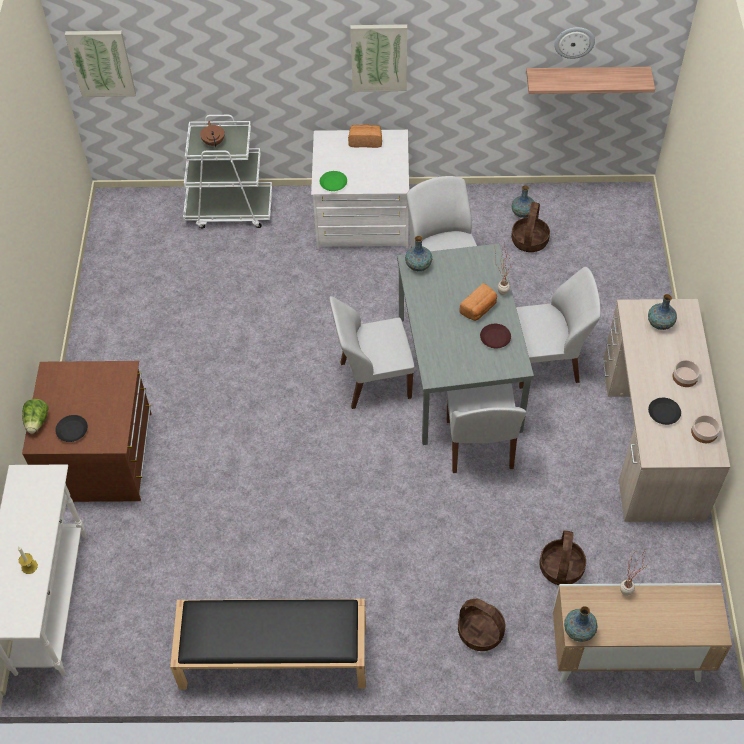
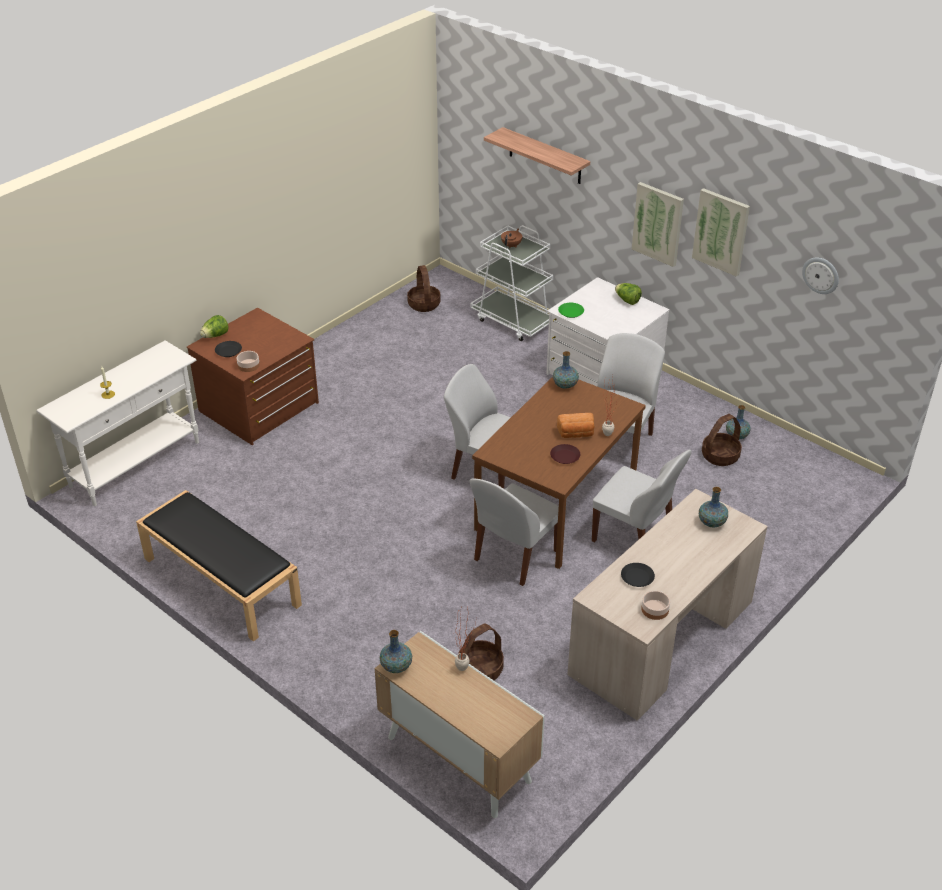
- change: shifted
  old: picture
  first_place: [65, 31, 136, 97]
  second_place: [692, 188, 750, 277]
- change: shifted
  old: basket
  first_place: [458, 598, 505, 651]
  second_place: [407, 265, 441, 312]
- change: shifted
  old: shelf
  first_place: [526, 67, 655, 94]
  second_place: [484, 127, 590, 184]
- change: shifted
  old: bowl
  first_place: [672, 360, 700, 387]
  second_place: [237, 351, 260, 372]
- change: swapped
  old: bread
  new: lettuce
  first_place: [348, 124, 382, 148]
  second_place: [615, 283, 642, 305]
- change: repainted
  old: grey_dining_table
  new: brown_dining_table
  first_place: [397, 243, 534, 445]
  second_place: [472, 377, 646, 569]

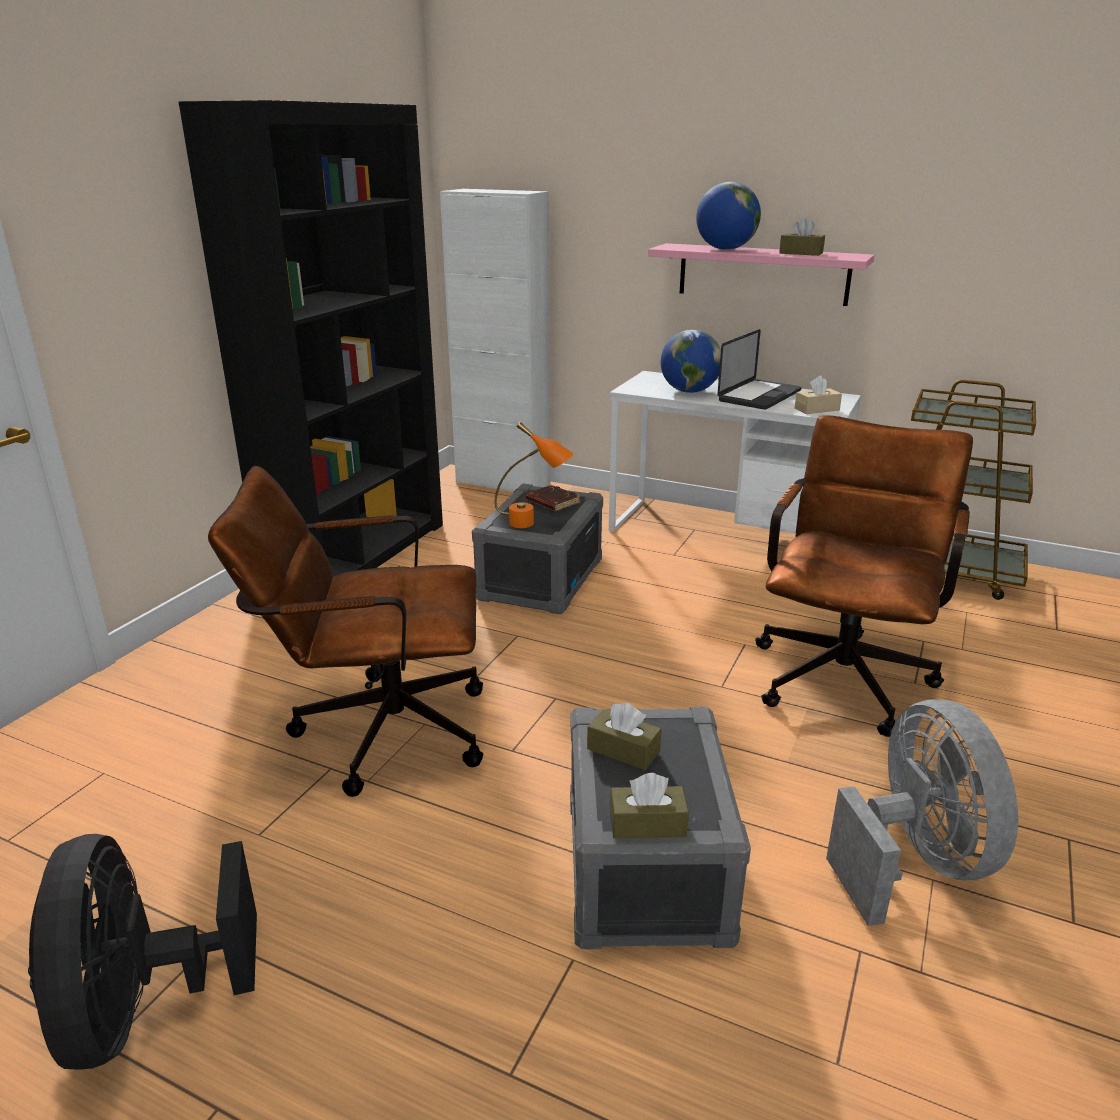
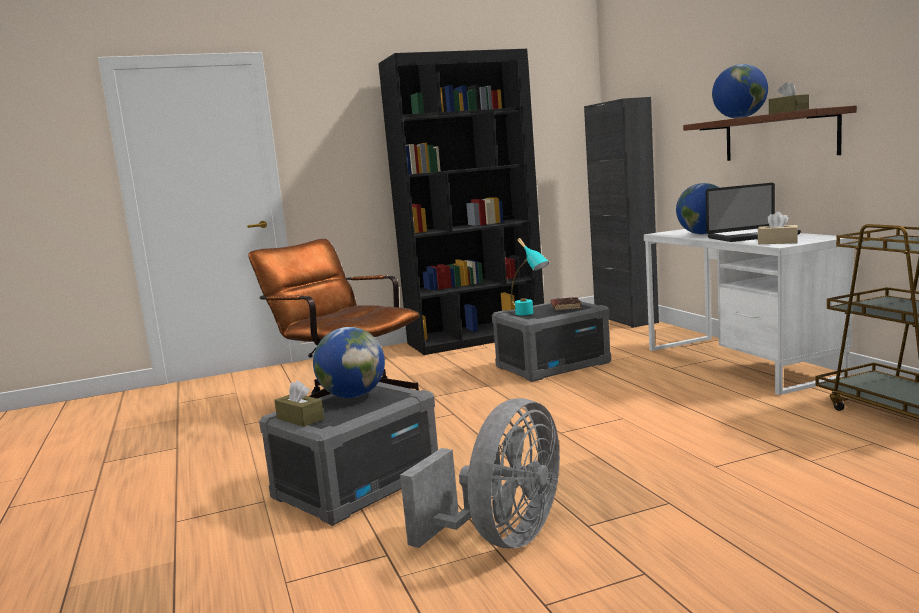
- change: gone
  old: black_fan
  first_place: [28, 834, 257, 1069]
- change: gone
  old: brown_office_chair
  first_place: [755, 415, 973, 737]
- change: swapped
  old: brown_tissue_box
  new: globe
  first_place: [587, 703, 661, 770]
  second_place: [313, 327, 385, 398]
- change: repainted
  old: white_cabinet
  new: black_cabinet
  first_place: [440, 189, 550, 492]
  second_place: [584, 97, 659, 328]
- change: repainted
  old: orange_table_lamp
  new: turquoise_table_lamp
  first_place: [495, 422, 573, 528]
  second_place: [511, 238, 549, 315]
- change: repainted
  old: pink_shelf
  new: brown_shelf
  first_place: [648, 243, 875, 306]
  second_place: [683, 105, 857, 161]

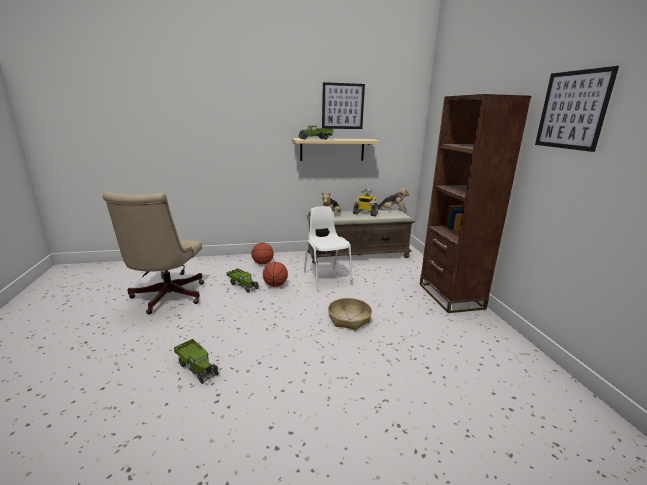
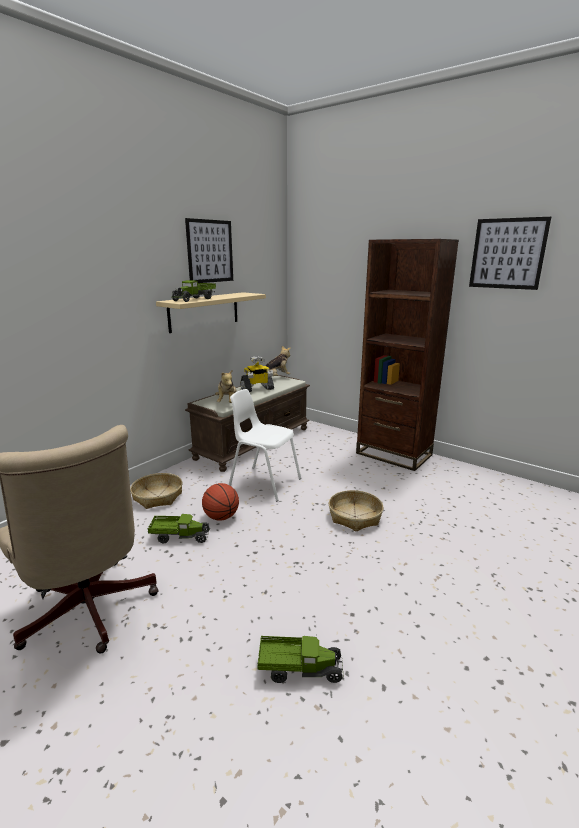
- change: swapped
  old: basketball
  new: basket
  first_place: [252, 243, 274, 264]
  second_place: [130, 473, 182, 509]

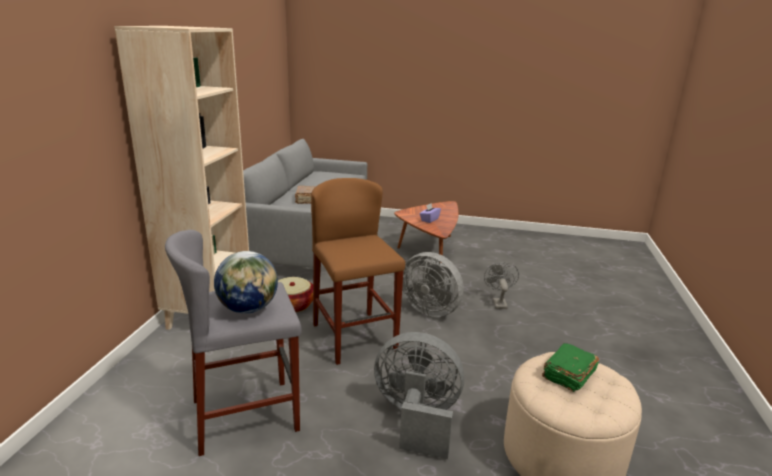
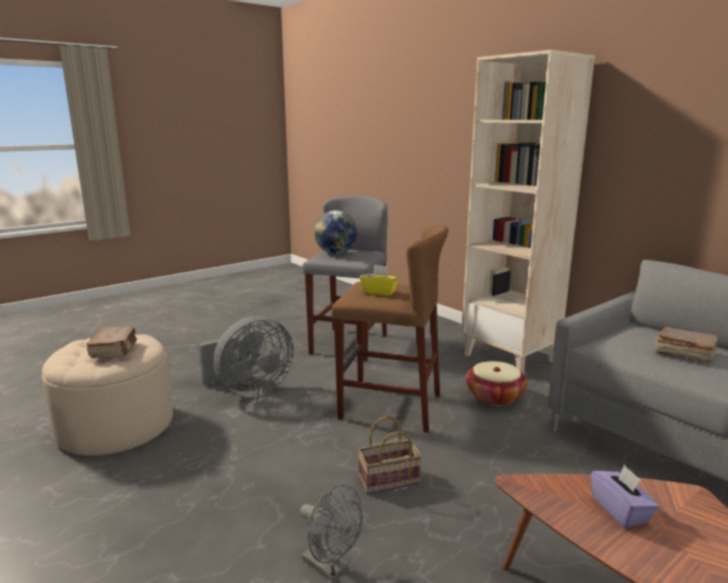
- change: new
  new: yellow_tissue_box
  second_place: [360, 265, 399, 296]
- change: swapped
  old: grey_fan
  new: basket
  first_place: [402, 252, 464, 317]
  second_place: [358, 416, 422, 494]
- change: repainted
  old: green_book
  new: brown_book
  first_place: [542, 343, 599, 392]
  second_place: [86, 326, 137, 358]

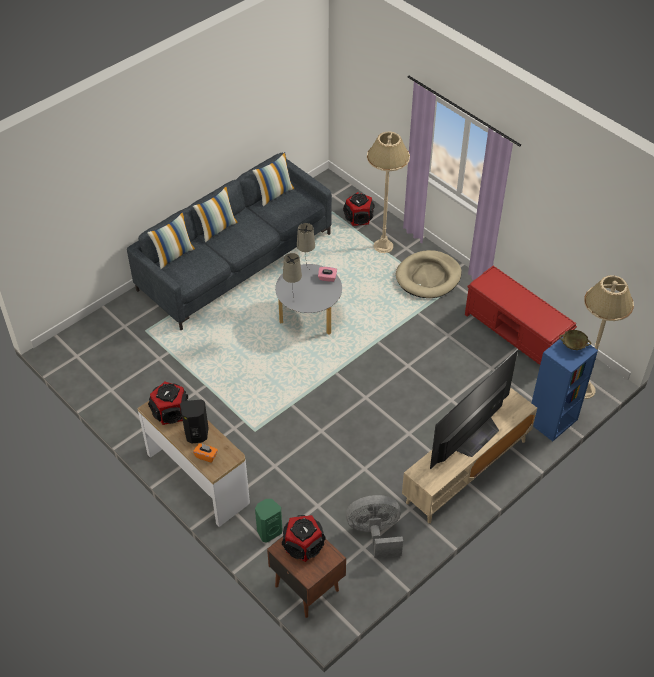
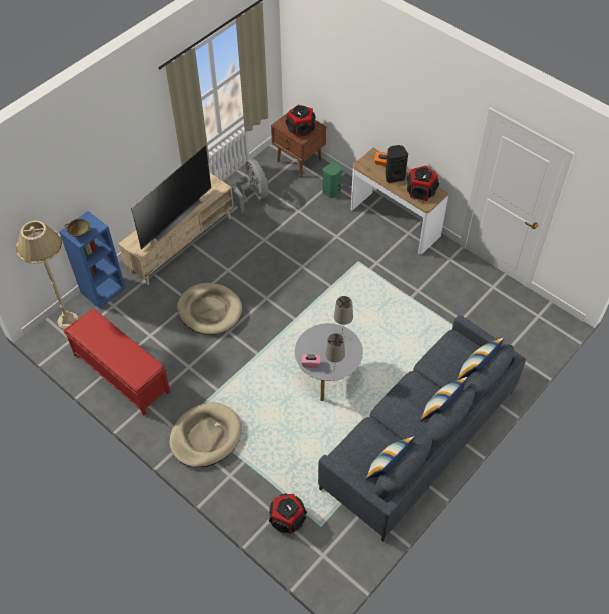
- change: gone
  old: beige_floor_lamp
  first_place: [367, 131, 410, 253]
- change: new
  new: beige_dog_bed
  second_place: [177, 283, 242, 335]
- change: rotated
  old: grey_fan
  first_place: [346, 495, 403, 558]
  second_place: [231, 159, 268, 213]
  degrees: -105

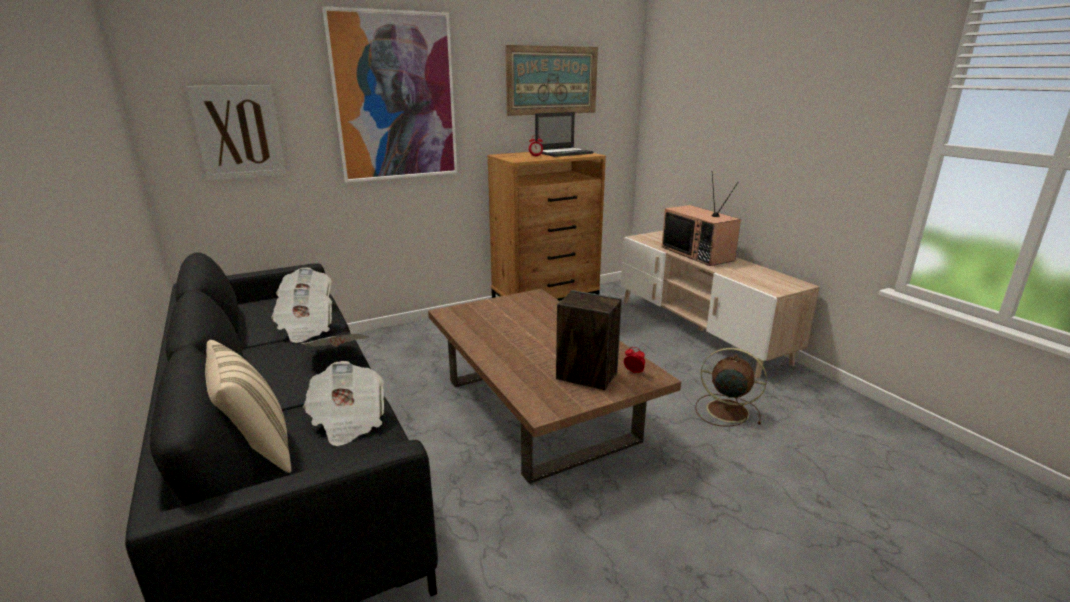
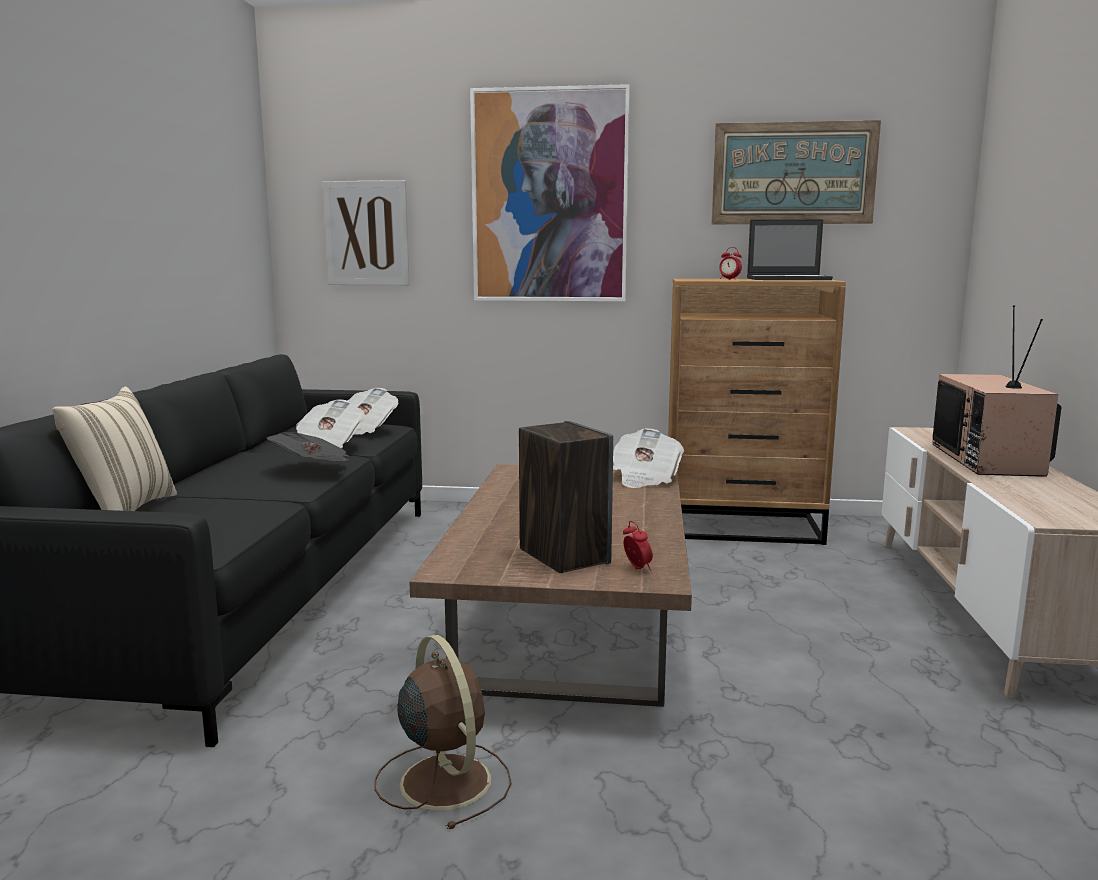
- change: shifted
  old: newspaper
  first_place: [303, 361, 384, 446]
  second_place: [613, 428, 684, 488]
- change: shifted
  old: brown_fan
  first_place: [695, 348, 767, 426]
  second_place: [375, 635, 512, 829]

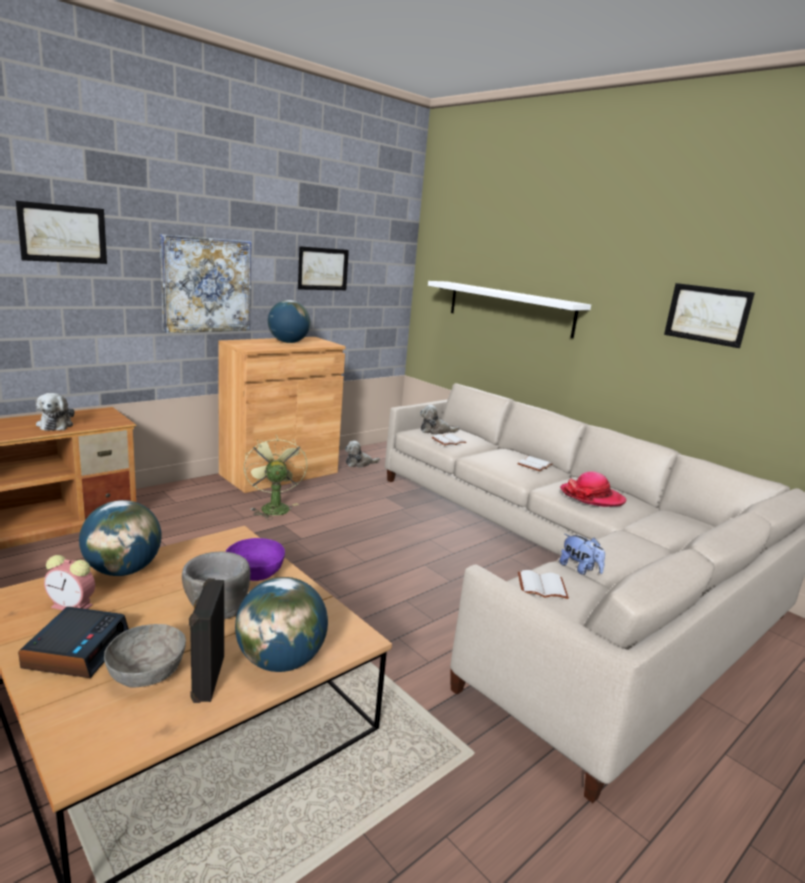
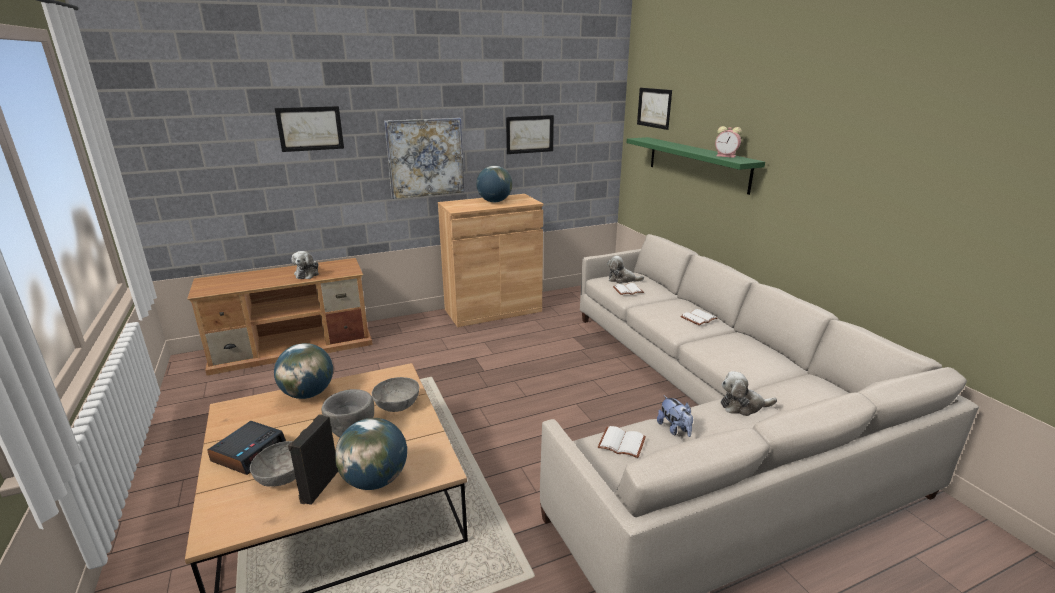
- change: gone
  old: green_fan
  first_place: [244, 435, 307, 520]
- change: gone
  old: hat
  first_place: [560, 471, 627, 507]
- change: shifted
  old: alarm_clock
  first_place: [44, 555, 95, 610]
  second_place: [715, 126, 742, 158]
- change: shifted
  old: plush_toy
  first_place: [345, 441, 380, 468]
  second_place: [721, 371, 777, 416]
- change: shifted
  old: picture
  first_place: [664, 283, 755, 348]
  second_place: [637, 88, 672, 130]
- change: repainted
  old: purple_bowl
  new: grey_bowl
  first_place: [225, 538, 285, 581]
  second_place: [372, 377, 419, 412]
- change: repainted
  old: white_shelf
  new: green_shelf
  first_place: [428, 281, 591, 338]
  second_place: [627, 137, 765, 195]

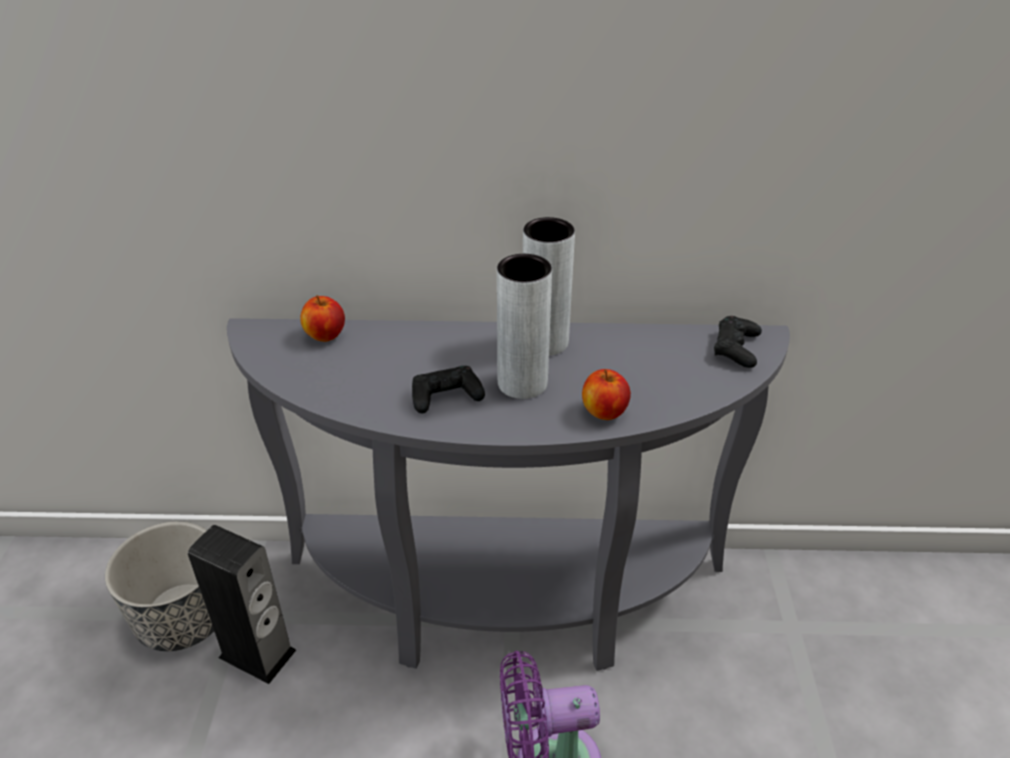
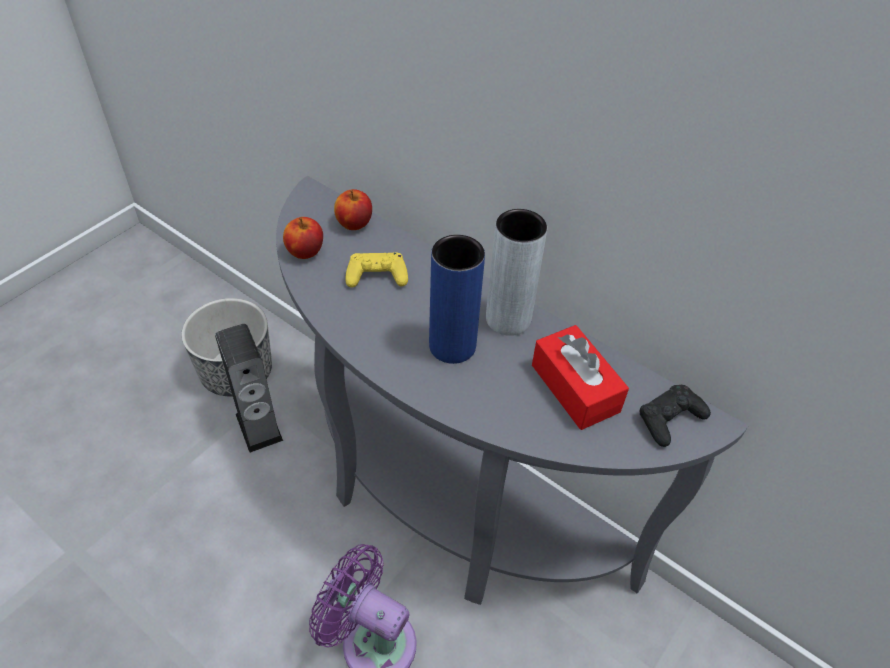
- change: gone
  old: black_game_controller
  first_place: [412, 366, 485, 413]
- change: new
  new: yellow_game_controller
  second_place: [345, 252, 408, 288]
- change: new
  new: red_tissue_box
  second_place: [532, 325, 629, 430]
- change: shifted
  old: apple
  first_place: [582, 369, 631, 420]
  second_place: [283, 217, 323, 259]
- change: repainted
  old: grey_vase
  new: blue_vase
  first_place: [497, 254, 552, 399]
  second_place: [429, 235, 485, 364]

